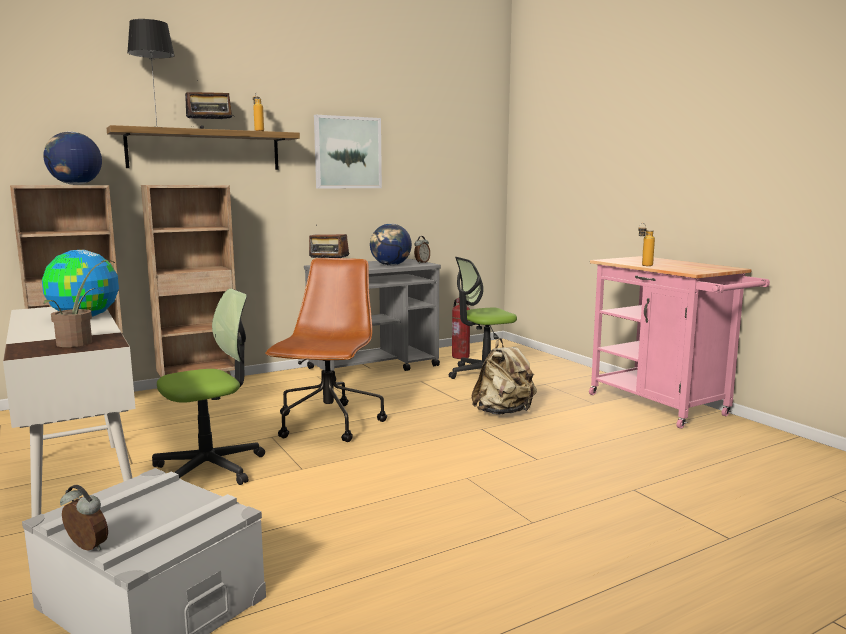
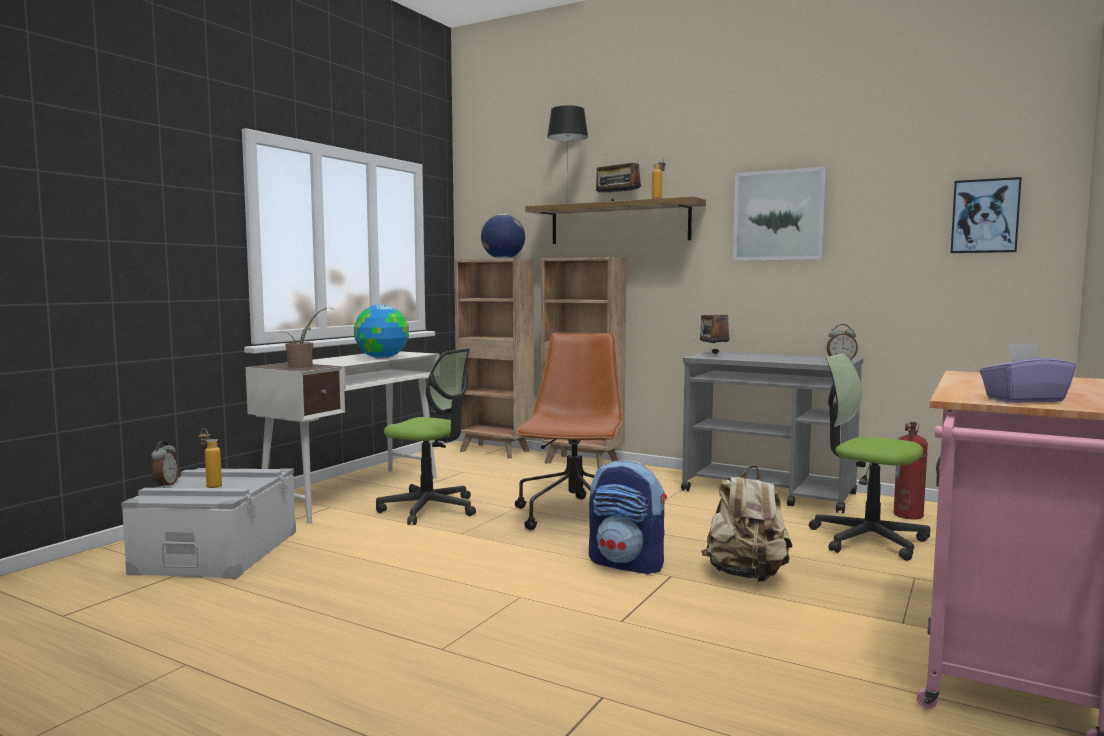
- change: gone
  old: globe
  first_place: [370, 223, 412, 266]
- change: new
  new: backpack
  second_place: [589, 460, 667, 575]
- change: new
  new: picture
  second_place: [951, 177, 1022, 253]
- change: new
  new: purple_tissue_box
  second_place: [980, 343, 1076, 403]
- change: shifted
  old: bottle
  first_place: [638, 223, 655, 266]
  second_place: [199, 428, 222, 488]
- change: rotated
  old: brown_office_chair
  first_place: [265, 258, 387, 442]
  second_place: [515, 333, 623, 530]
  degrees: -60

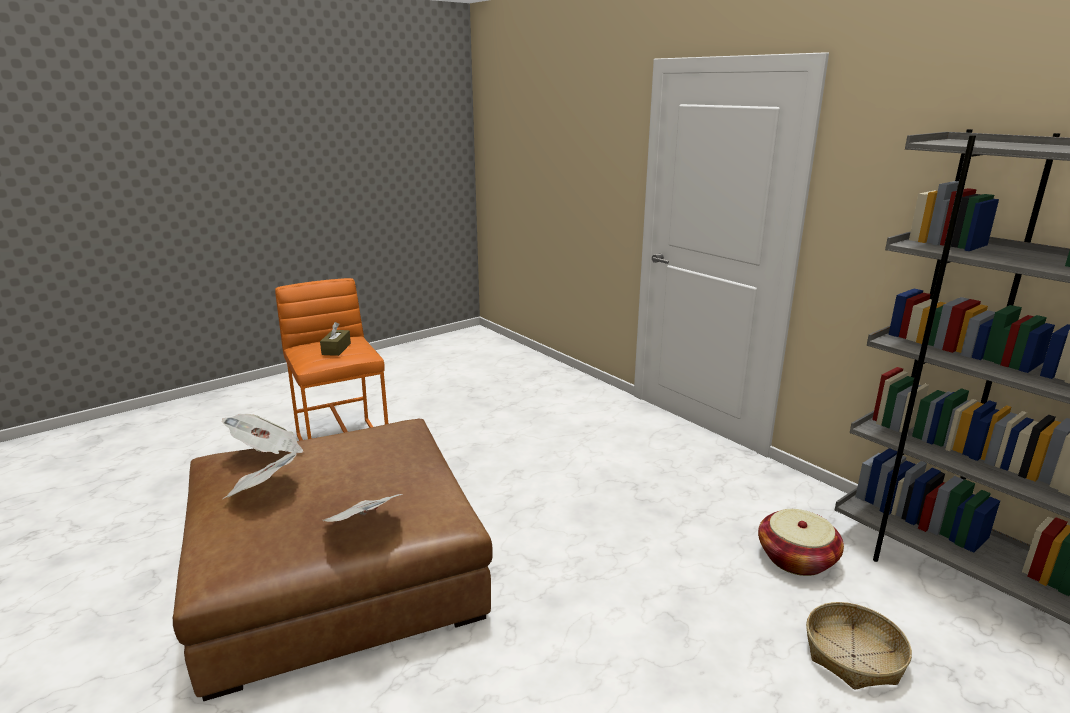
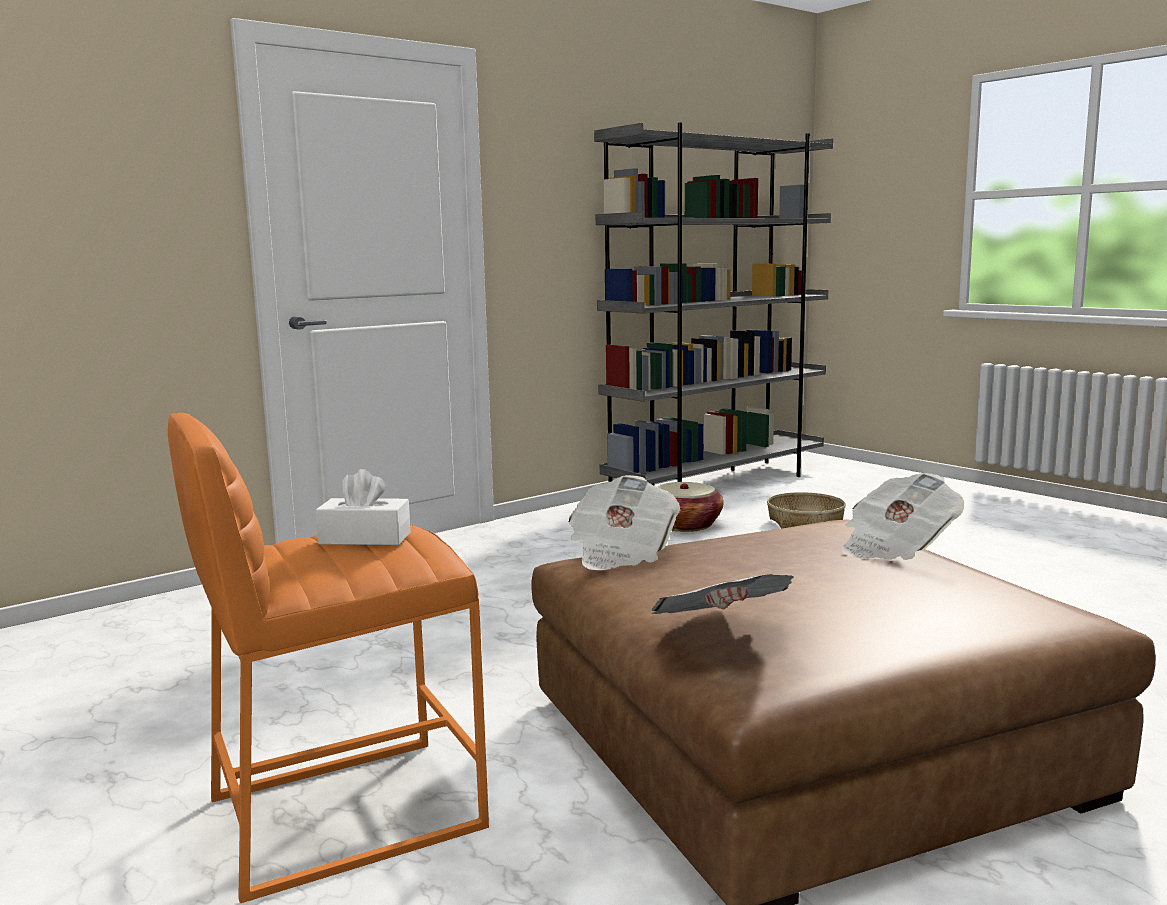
- change: shifted
  old: newspaper
  first_place: [223, 449, 299, 499]
  second_place: [568, 475, 680, 570]
- change: repainted
  old: brown_tissue_box
  new: white_tissue_box
  first_place: [320, 322, 351, 356]
  second_place: [316, 469, 411, 545]

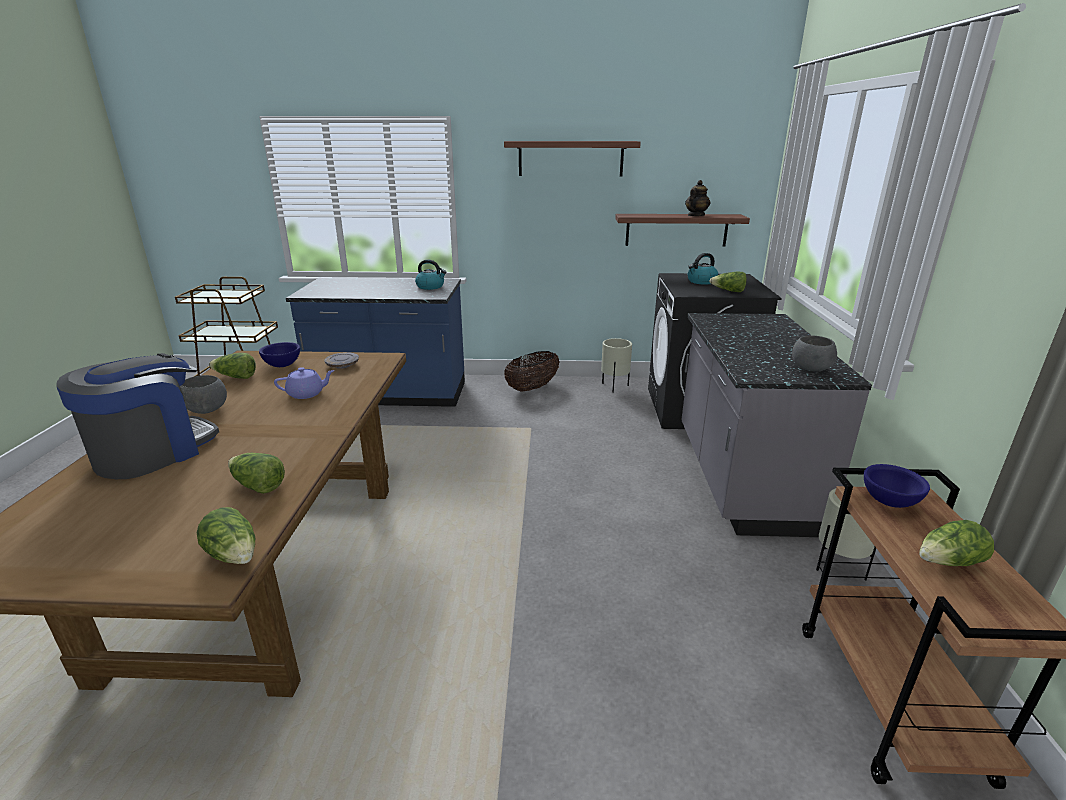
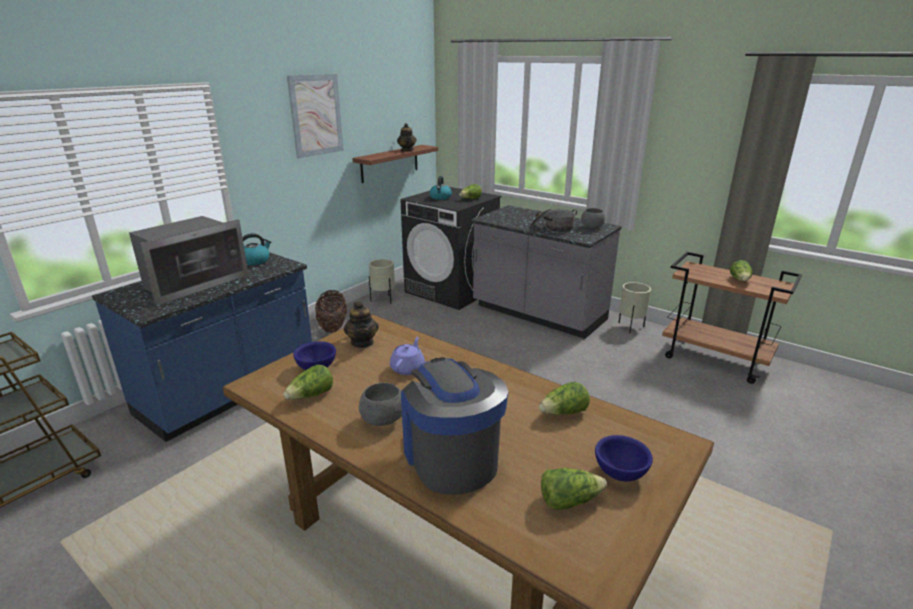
- change: new
  new: microwave
  second_place: [129, 216, 249, 306]
- change: new
  new: cooking_pot
  second_place: [530, 208, 577, 232]
- change: shifted
  old: lettuce
  first_place: [197, 507, 255, 564]
  second_place: [541, 468, 607, 510]
- change: shifted
  old: blue_bowl
  first_place: [864, 464, 930, 508]
  second_place: [595, 435, 653, 481]
- change: swapped
  old: grey_plate
  new: teapot
  first_place: [324, 352, 359, 369]
  second_place: [344, 301, 379, 348]
- change: swapped
  old: shelf
  new: picture
  first_place: [504, 141, 641, 176]
  second_place: [287, 74, 344, 158]

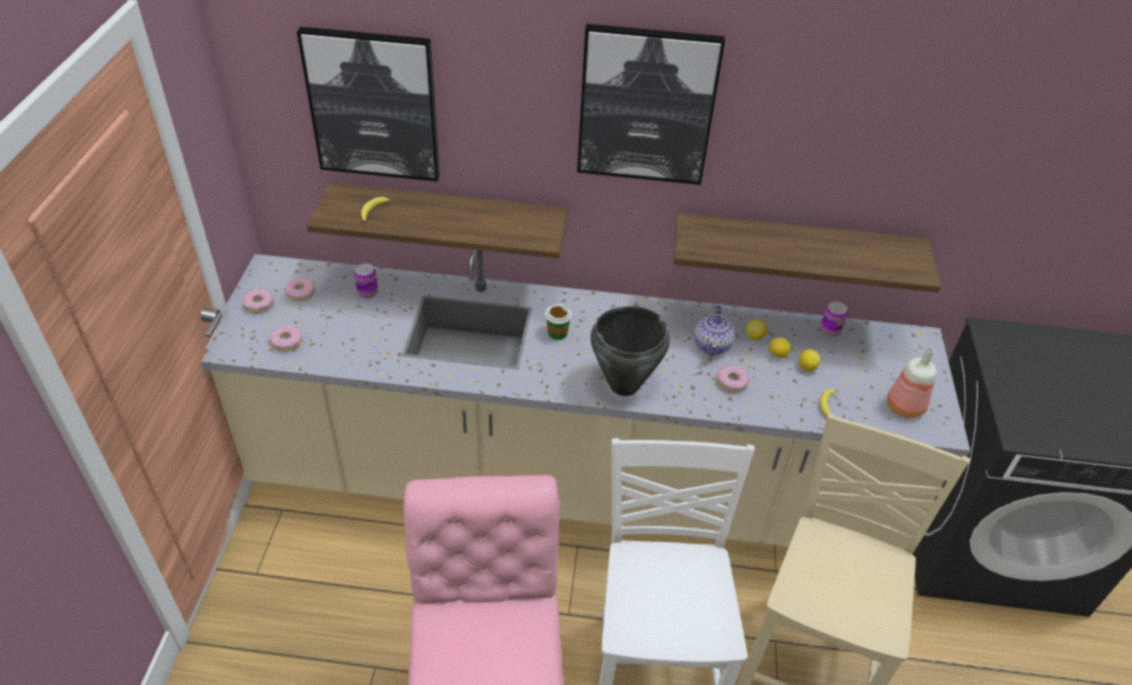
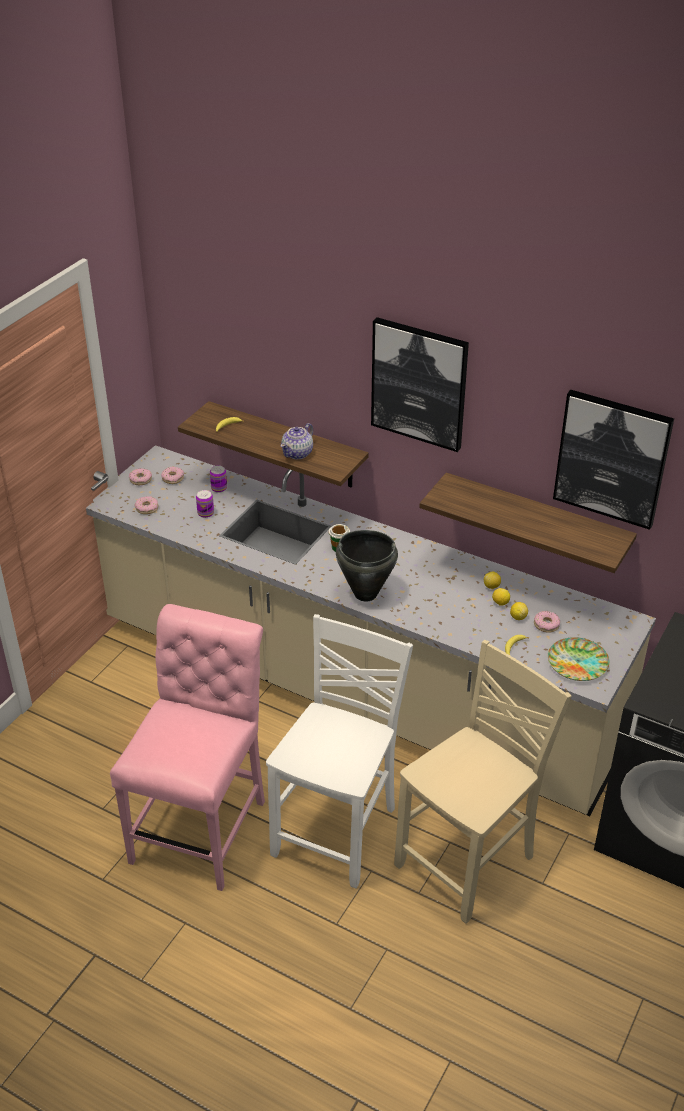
- change: shifted
  old: picture
  first_place: [297, 27, 440, 182]
  second_place: [553, 389, 674, 530]
- change: shifted
  old: teapot
  first_place: [694, 305, 735, 356]
  second_place: [281, 423, 313, 459]
- change: shifted
  old: donut
  first_place: [716, 365, 750, 392]
  second_place: [534, 611, 560, 633]
- change: shifted
  old: can
  first_place: [820, 301, 848, 337]
  second_place: [196, 490, 214, 518]
- change: swapped
  old: bottle
  new: plate
  first_place: [887, 347, 937, 418]
  second_place: [548, 637, 610, 681]

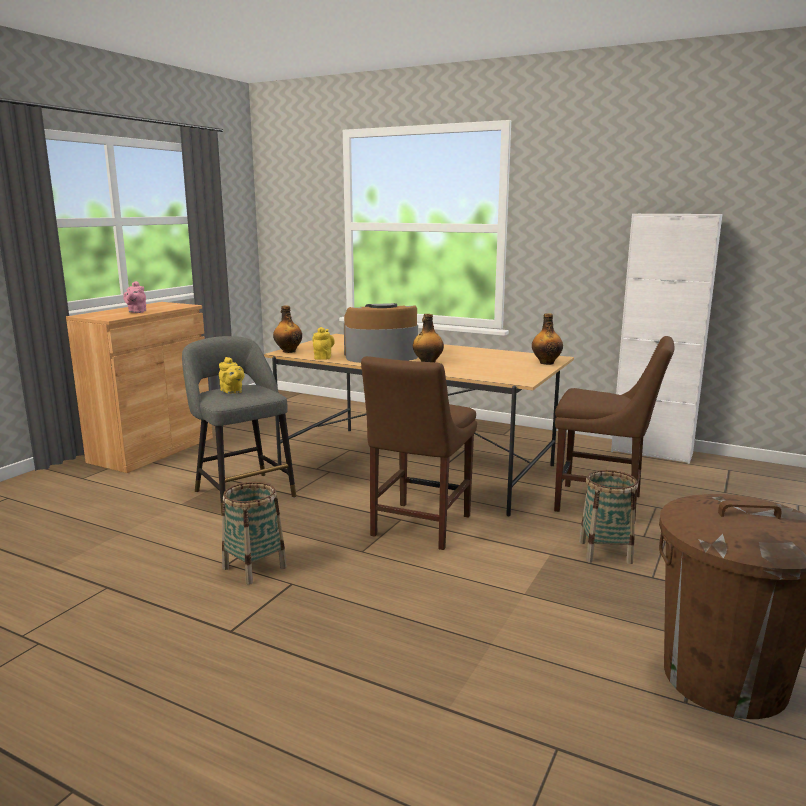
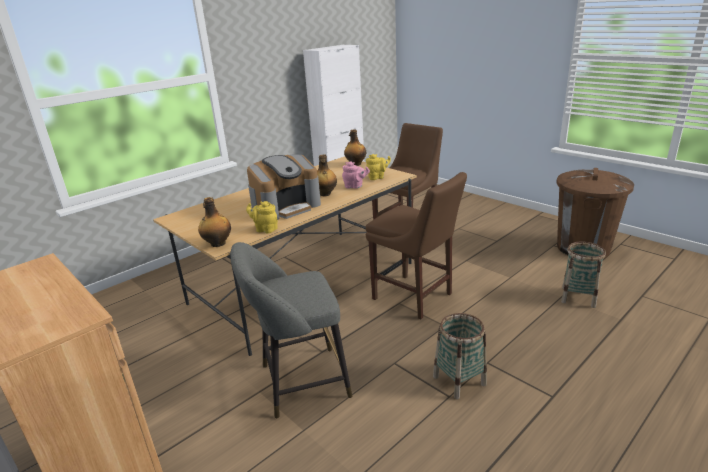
- change: shifted
  old: pink_teapot
  first_place: [123, 281, 146, 313]
  second_place: [342, 161, 370, 189]
- change: shifted
  old: yellow_teapot
  first_place: [219, 357, 244, 394]
  second_place: [366, 154, 391, 180]
- change: shifted
  old: basket
  first_place: [579, 470, 638, 564]
  second_place: [561, 241, 606, 308]
- change: rotated
  old: coffee_machine
  first_place: [344, 303, 418, 363]
  second_place: [247, 154, 321, 220]
  degrees: -135

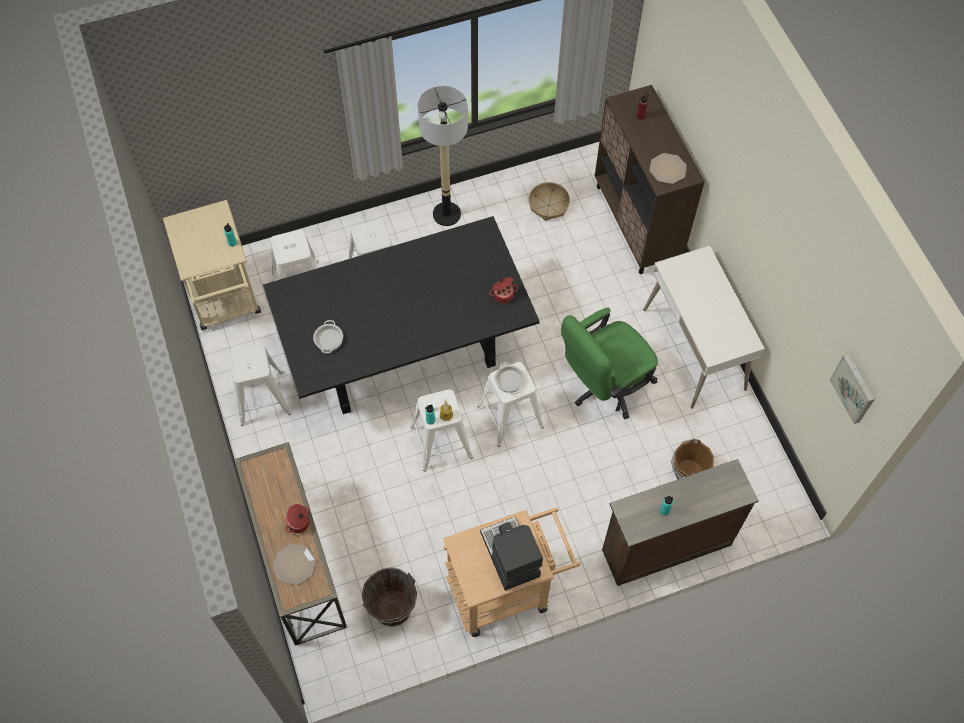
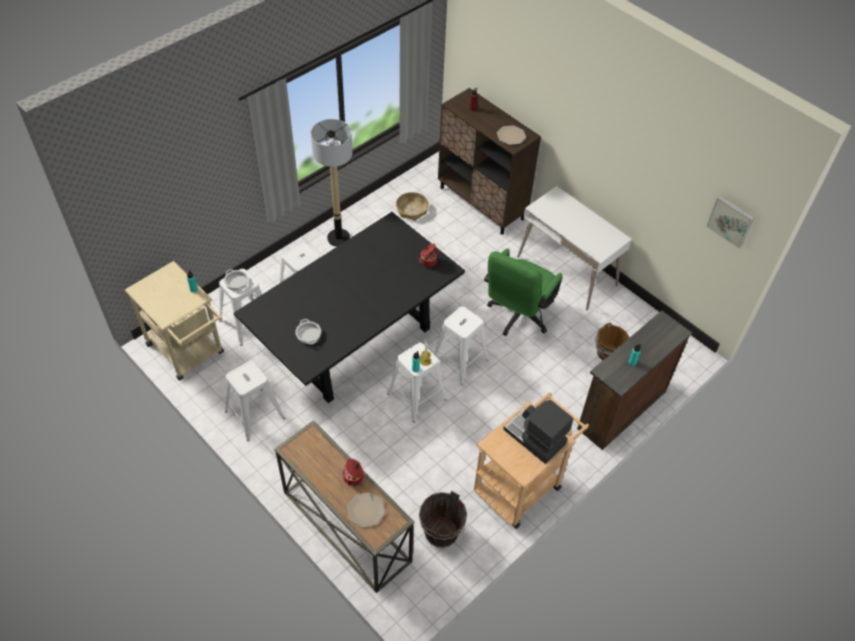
- change: shifted
  old: cooking_pot
  first_place: [495, 362, 524, 395]
  second_place: [224, 269, 248, 291]

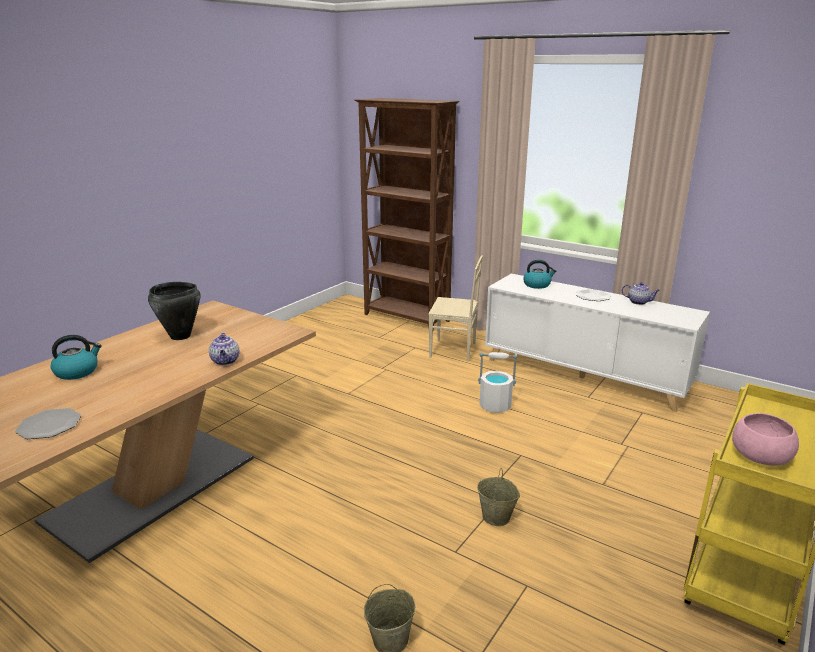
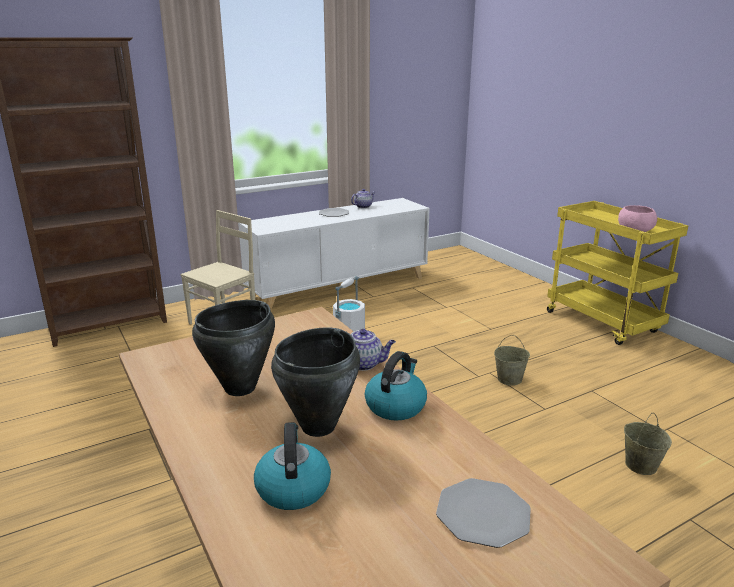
- change: new
  new: black_cooking_pot
  second_place: [271, 327, 360, 437]
- change: shifted
  old: kettle
  first_place: [523, 260, 556, 289]
  second_place: [365, 351, 427, 421]

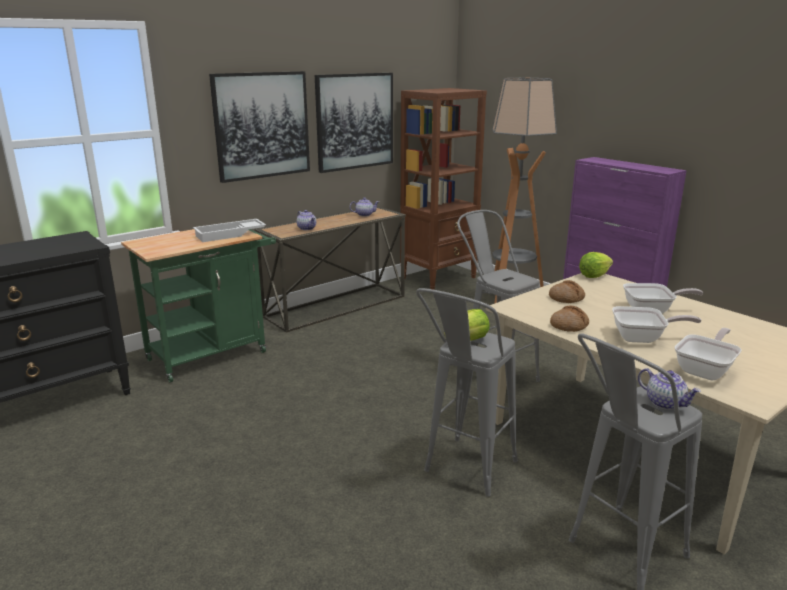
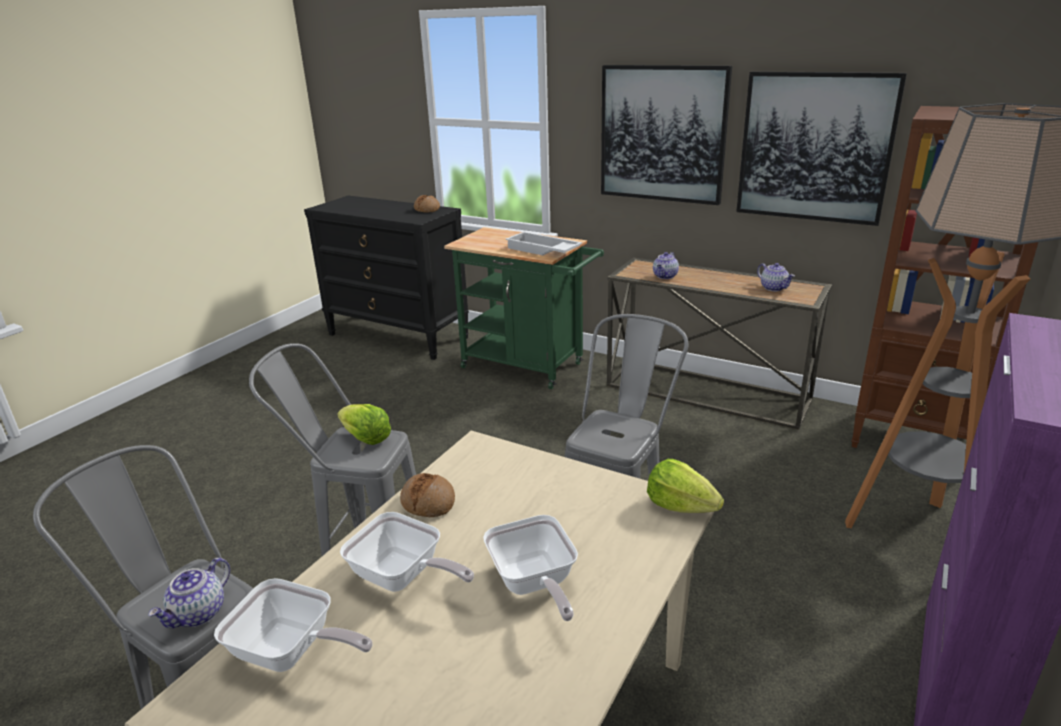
- change: shifted
  old: bread
  first_place: [549, 280, 585, 303]
  second_place: [414, 195, 440, 213]
- change: rotated
  old: frying_pan
  first_place: [612, 306, 701, 343]
  second_place: [340, 512, 474, 592]
  degrees: -45

